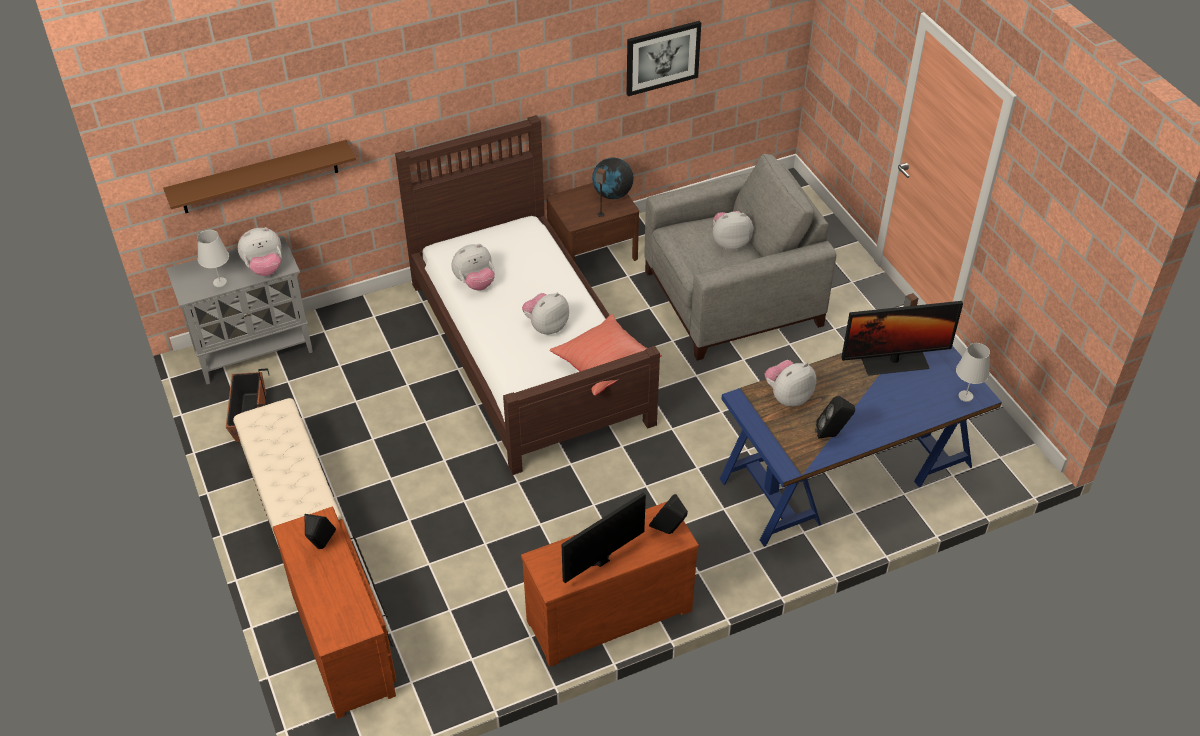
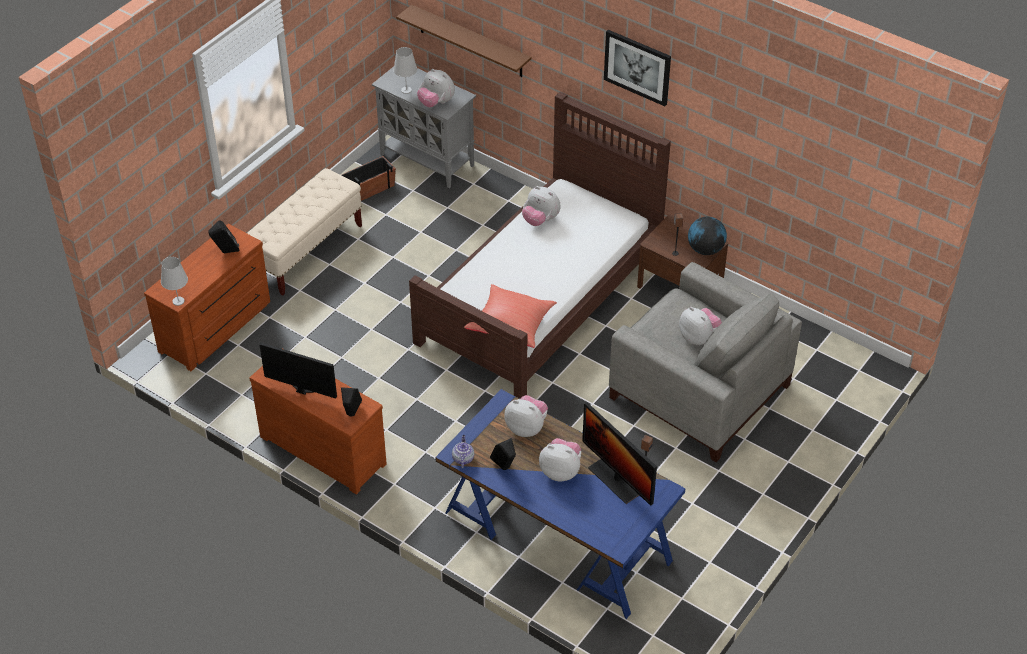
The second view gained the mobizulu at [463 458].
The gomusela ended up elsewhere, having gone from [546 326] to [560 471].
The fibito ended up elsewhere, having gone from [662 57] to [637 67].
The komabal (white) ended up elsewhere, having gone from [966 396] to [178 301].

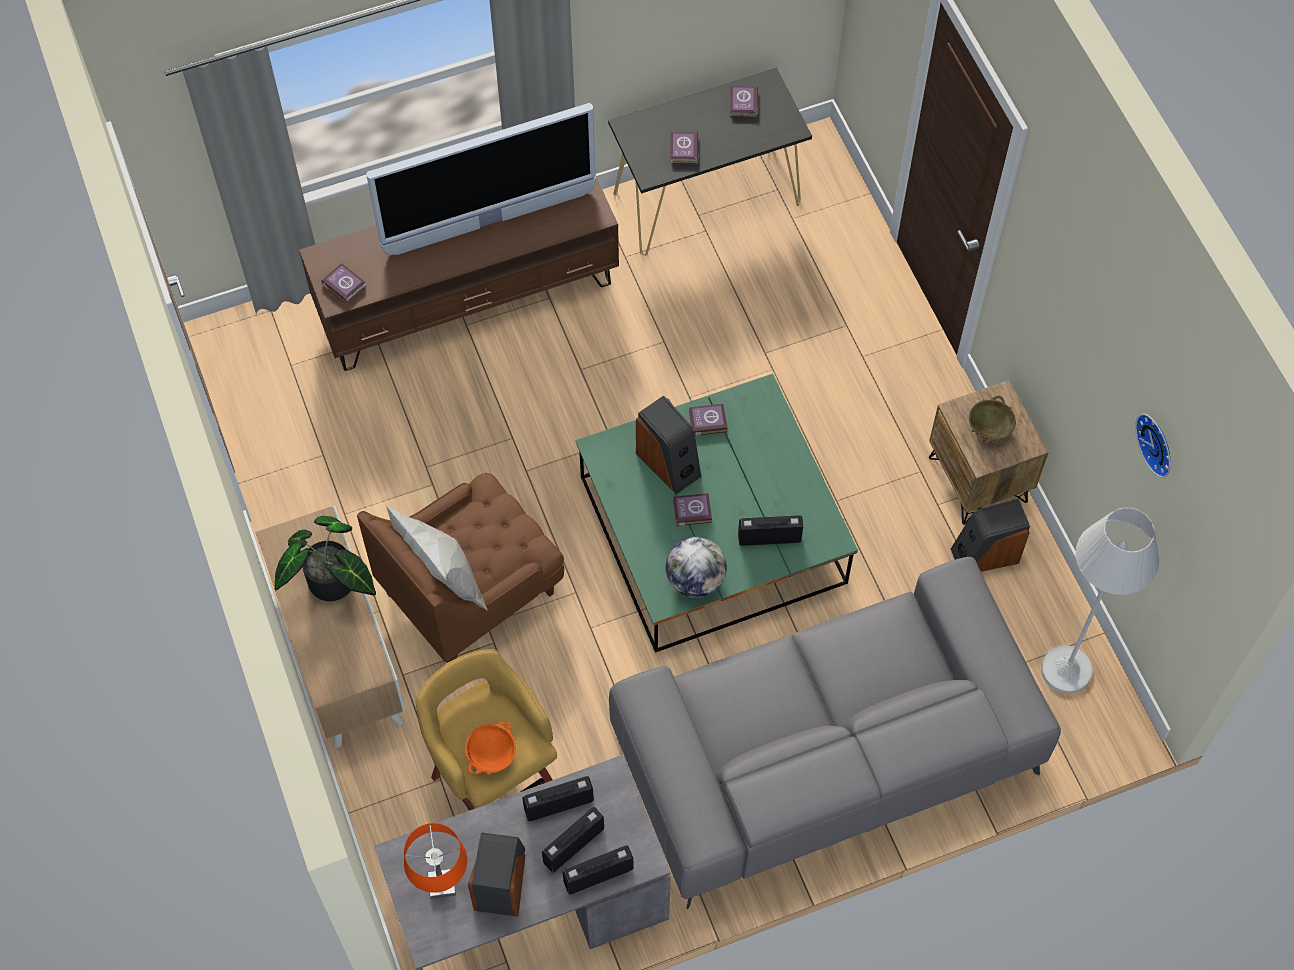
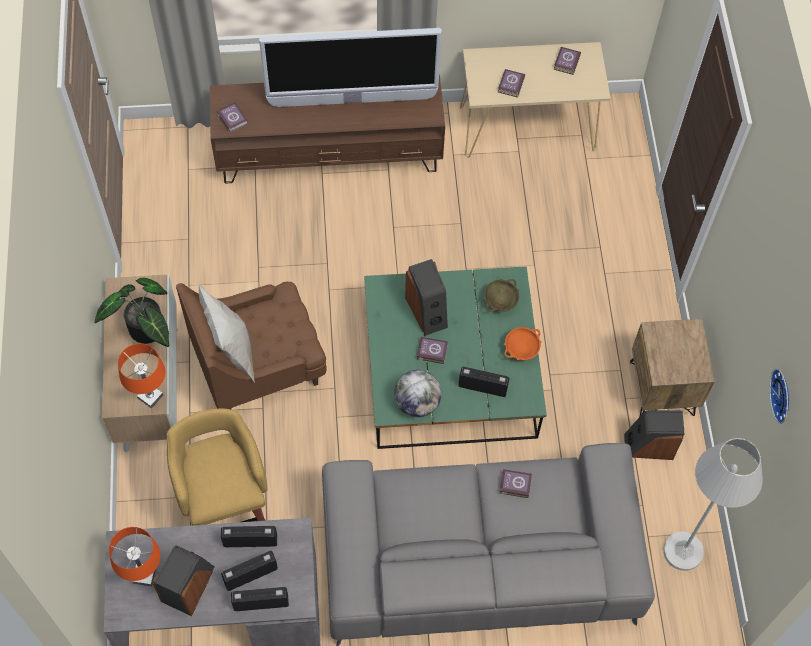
The second view gained the komabal (orange) at [150 397].
The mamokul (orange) ended up elsewhere, having gone from [491 755] to [521 350].
The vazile ended up elsewhere, having gone from [706 421] to [514 484].
The mamokul (beige) ended up elsewhere, having gone from [989 429] to [500 302].
What was the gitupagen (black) at [707 198] turned into the gitupagen (beige) at [527 128].

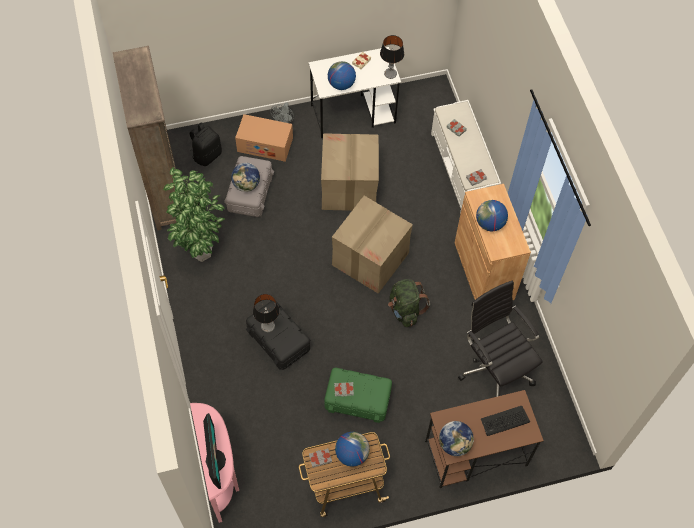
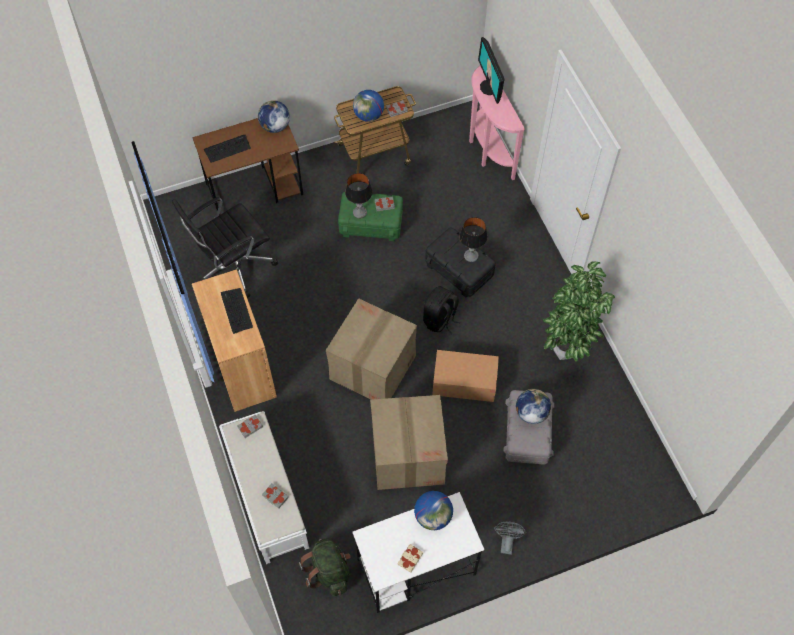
The second view lost the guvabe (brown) at [165 194].
The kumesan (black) ended up elsewhere, having gone from [207 155] to [440 320].
The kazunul ended up elsewhere, having gone from [265 144] to [464 382].
The komabal ended up elsewhere, having gone from [390 73] to [359 212].
The kumesan (green) ended up elsewhere, having gone from [405 310] to [329 571].
Where the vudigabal stood at [489 223], the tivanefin came to stand at [236 310].
The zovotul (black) at [495 368] ended up facing another way, 90 degrees clockwise from before.

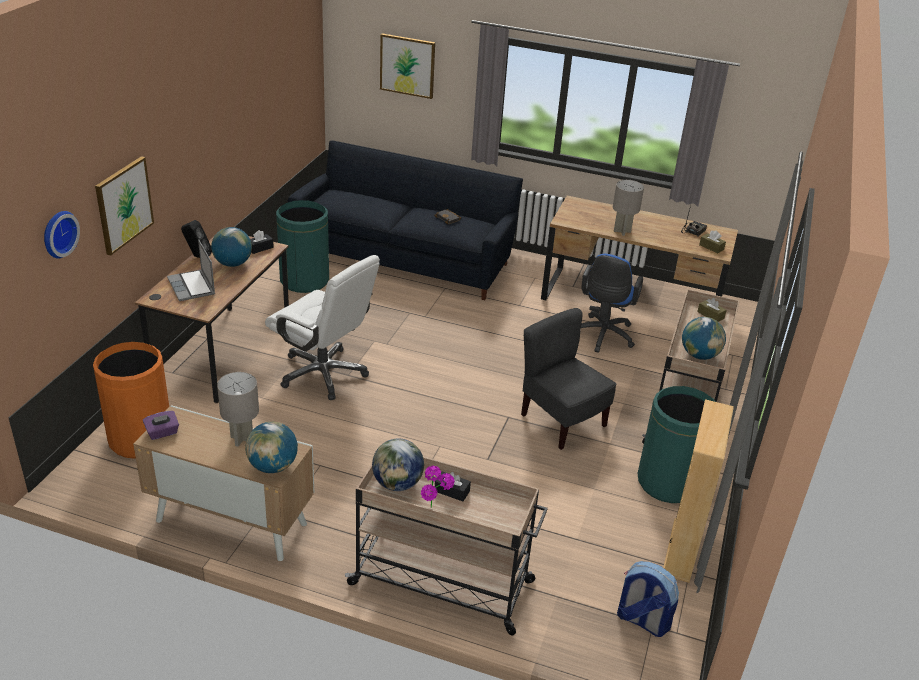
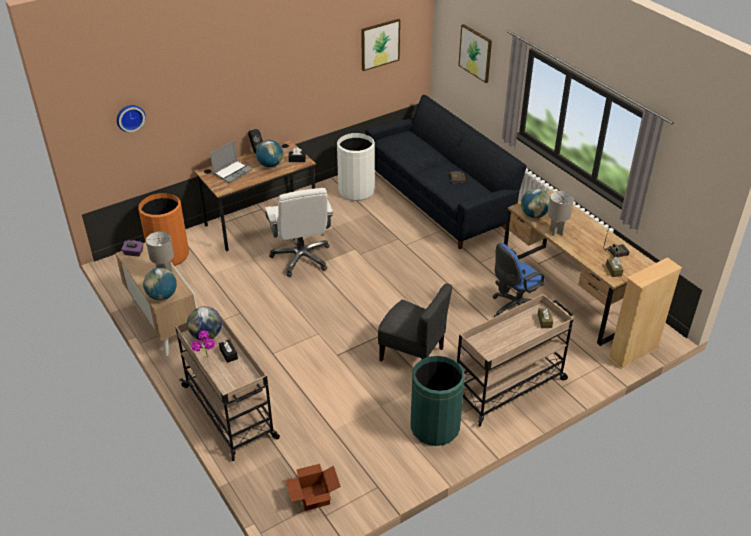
The fibito ended up elsewhere, having gone from [124 205] to [380 44].
The guvabe (beige) ended up elsewhere, having gone from [681 550] to [633 353].
The vudigabal ended up elsewhere, having gone from [699 355] to [534 215].
Where the kumesan stood at [641 620], the kazunul came to stand at [313 496].
What was the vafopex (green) at [304 280] turned into the vafopex (white) at [356 191].
The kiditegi at [192 287] ended up facing another way, 150 degrees counterclockwise from before.
The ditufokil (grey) at [561 421] ended up facing another way, 120 degrees clockwise from before.

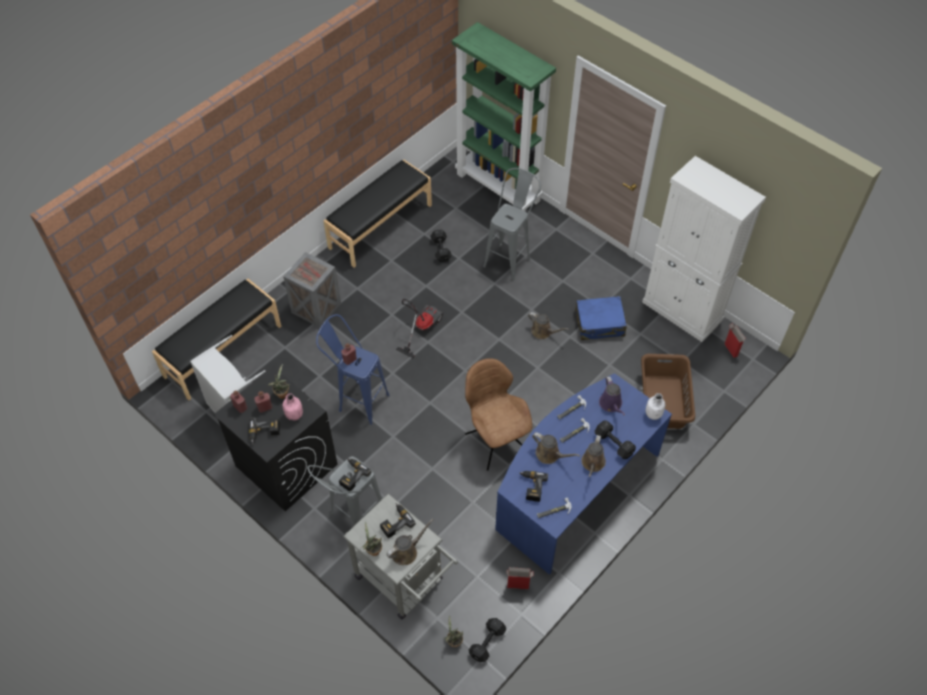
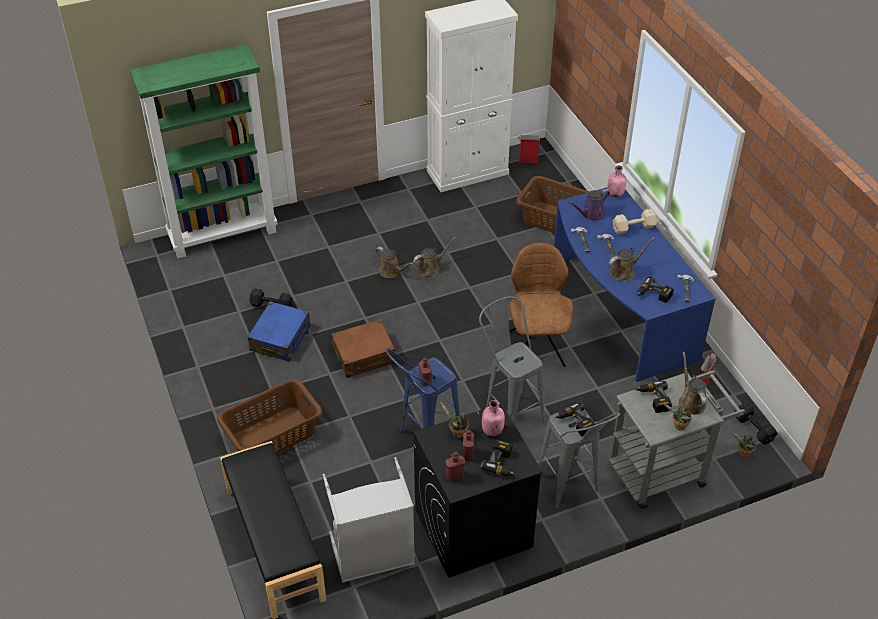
The second view lost the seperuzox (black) at [380 226].
The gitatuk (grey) ended up elsewhere, having gone from [510 258] to [508 412].
The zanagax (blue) ended up elsewhere, having gone from [600 323] to [280 338].
The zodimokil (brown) ended up elsewhere, having gone from [592 463] to [391 271].
Where the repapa stood at [316 307], the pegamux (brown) came to stand at [272 435].
Where the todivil stood at [421 328], the zanagax (brown) came to stand at [364 356].
What was the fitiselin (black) at [614 444] turned into the fitiselin (beige) at [634 228].
What was the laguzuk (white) at [653 414] turned into the laguzuk (pink) at [615 193].
The ditufokil (brown) at [495 440] ended up facing another way, 90 degrees clockwise from before.
The zodimokil (purple) at [611 404] ended up facing another way, 135 degrees clockwise from before.

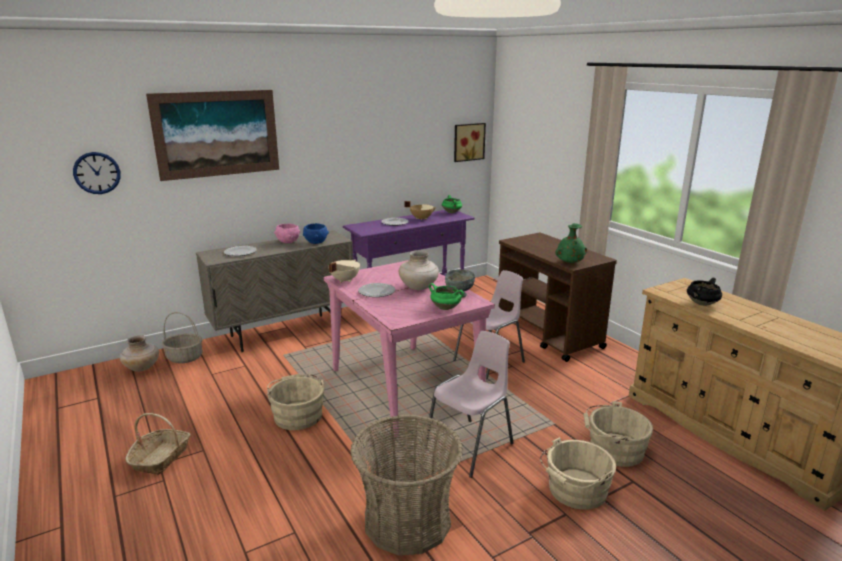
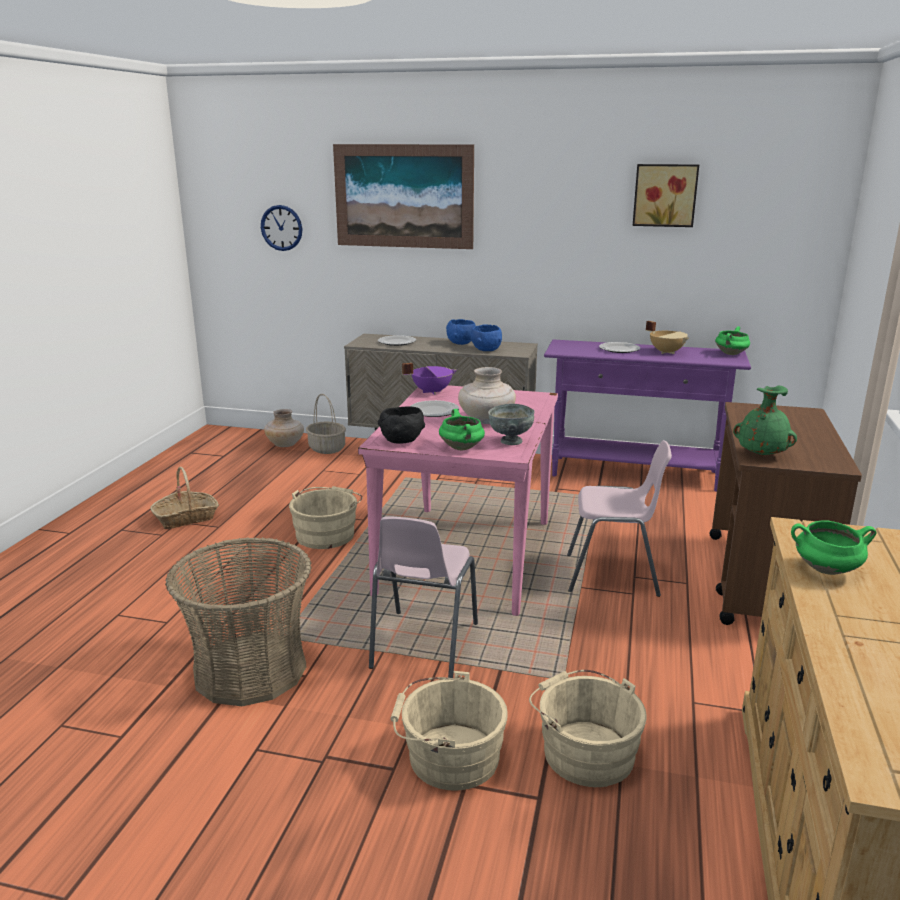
The second view gained the mamokul (black) at [402 441].
The fibito ended up elsewhere, having gone from [468 142] to [665 195].
What was the mamokul (pink) at [288 242] turned into the mamokul (blue) at [461 343].
What was the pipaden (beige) at [344 280] turned into the pipaden (purple) at [431 391].
What was the pipaden (black) at [702 304] turned into the pipaden (green) at [826 570].
The ditufokil (pink) at [470 447] ended up facing another way, 105 degrees clockwise from before.

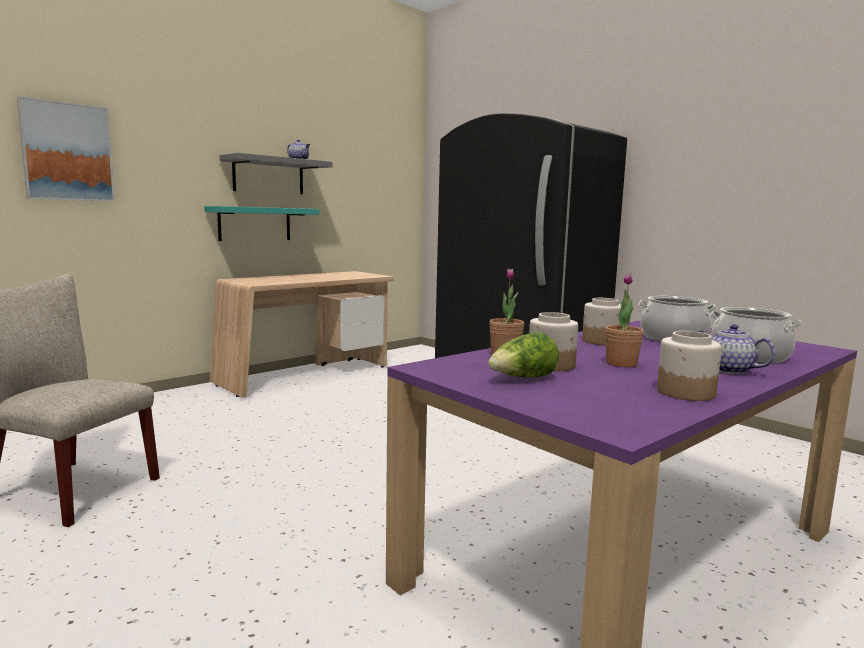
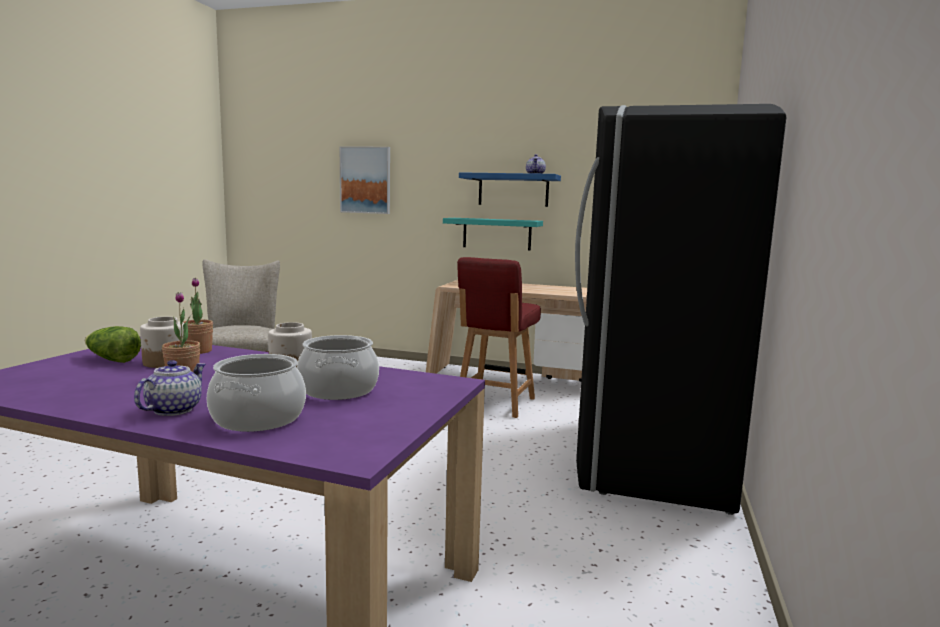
The second view lost the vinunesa at [686 393].
The second view gained the ditufokil (red) at [494 404].
What was the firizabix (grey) at [268 176] turned into the firizabix (blue) at [513 190].

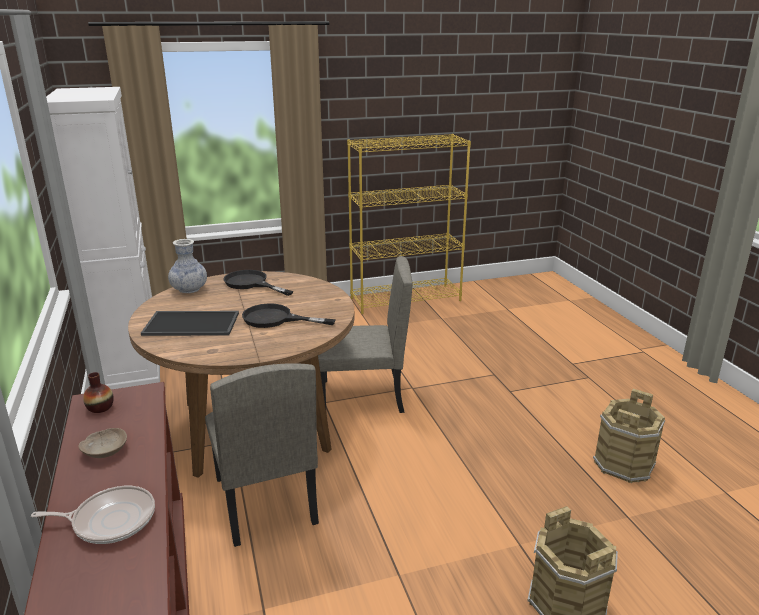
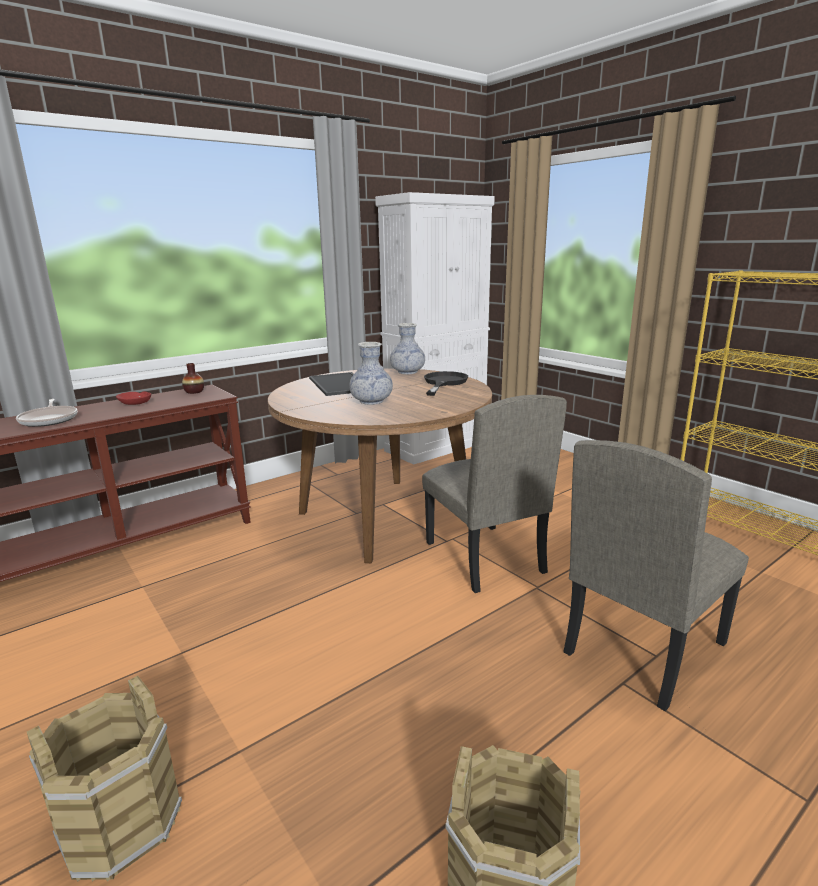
The ditufokil (beige) ended up elsewhere, having gone from [264 500] to [643 647].
Where the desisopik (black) stood at [276 319], the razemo came to stand at [371 401].
What was the mamokul (beige) at [105 451] turned into the mamokul (red) at [135 403].

